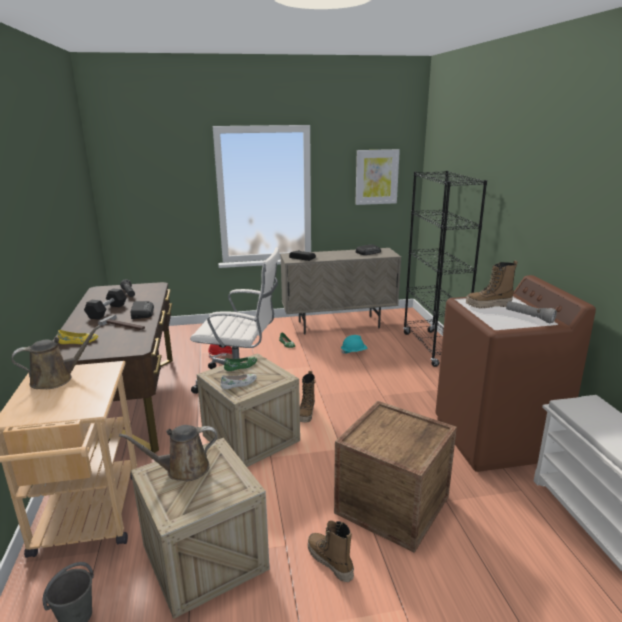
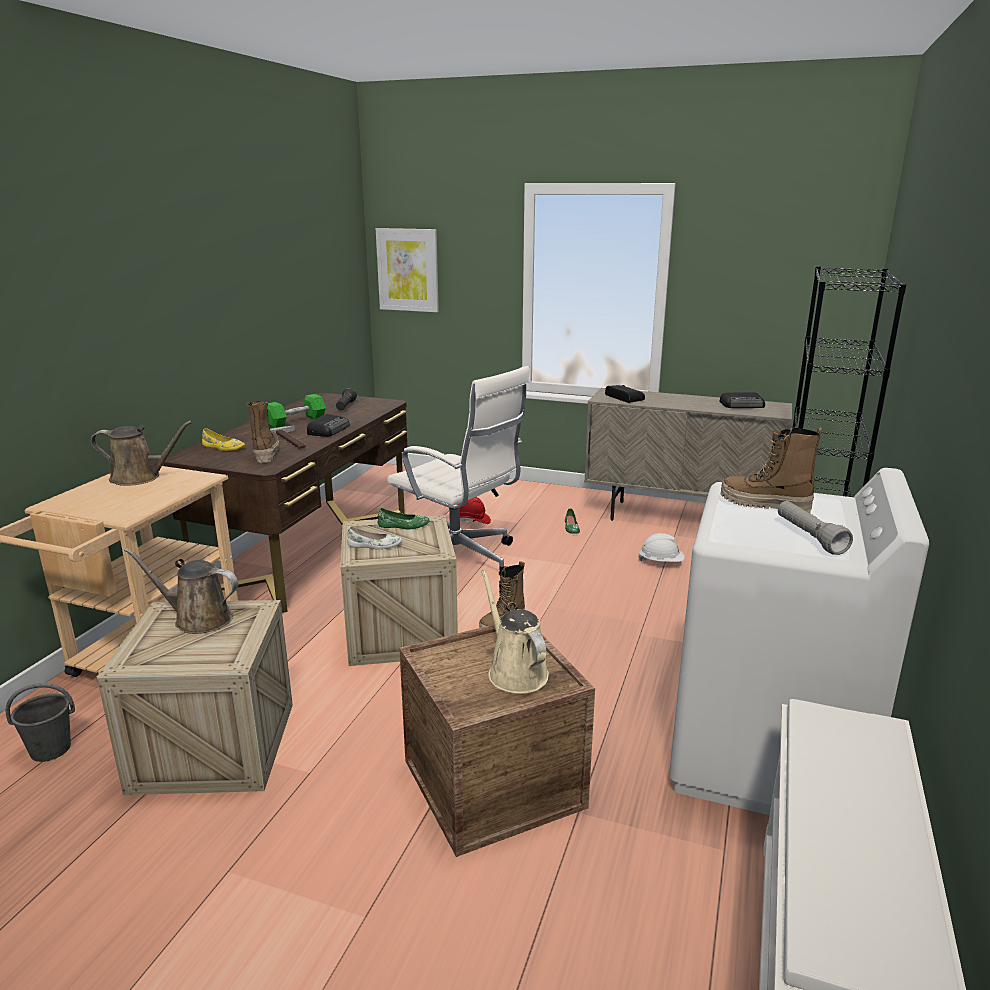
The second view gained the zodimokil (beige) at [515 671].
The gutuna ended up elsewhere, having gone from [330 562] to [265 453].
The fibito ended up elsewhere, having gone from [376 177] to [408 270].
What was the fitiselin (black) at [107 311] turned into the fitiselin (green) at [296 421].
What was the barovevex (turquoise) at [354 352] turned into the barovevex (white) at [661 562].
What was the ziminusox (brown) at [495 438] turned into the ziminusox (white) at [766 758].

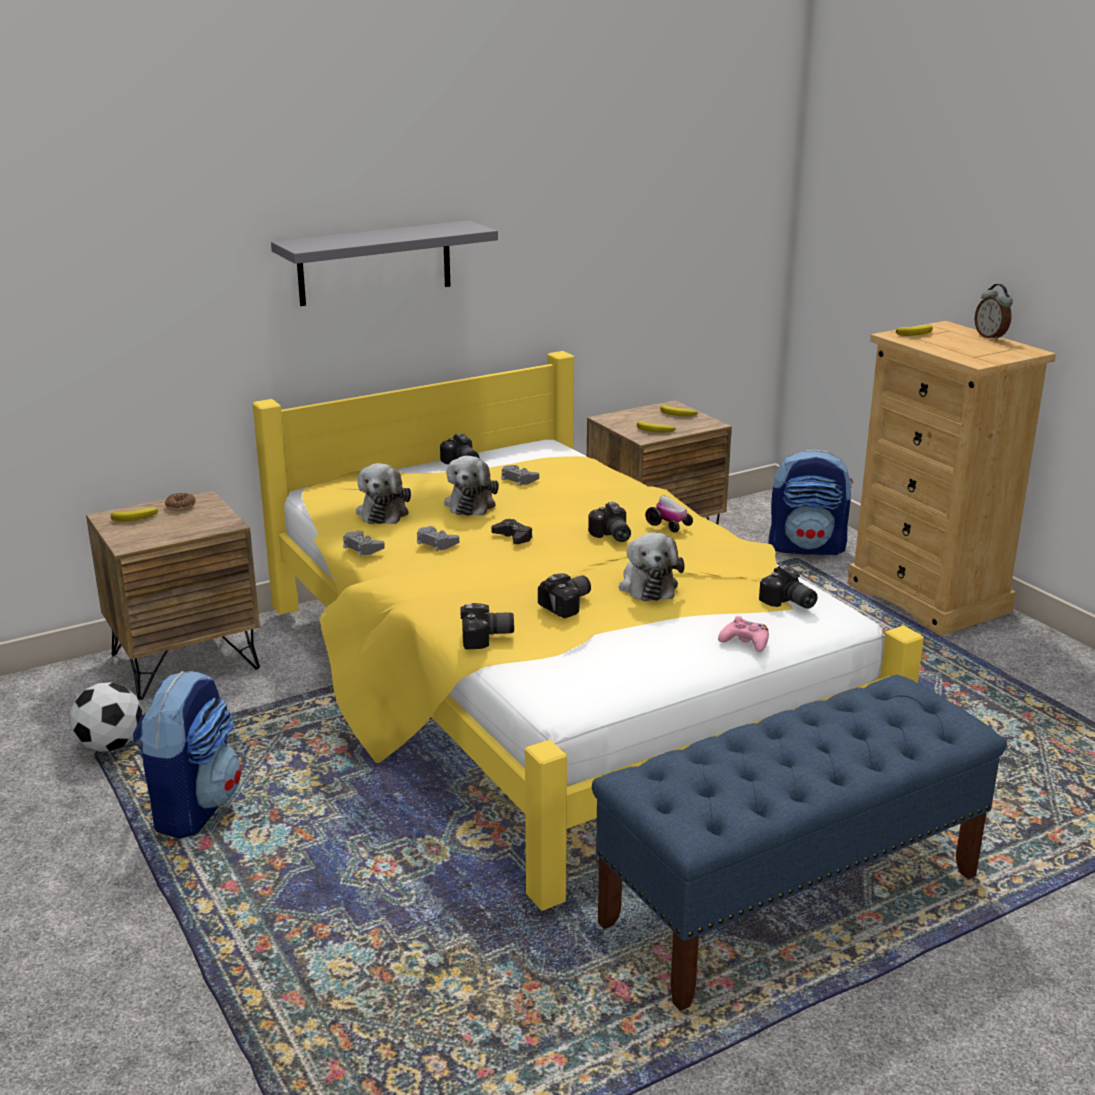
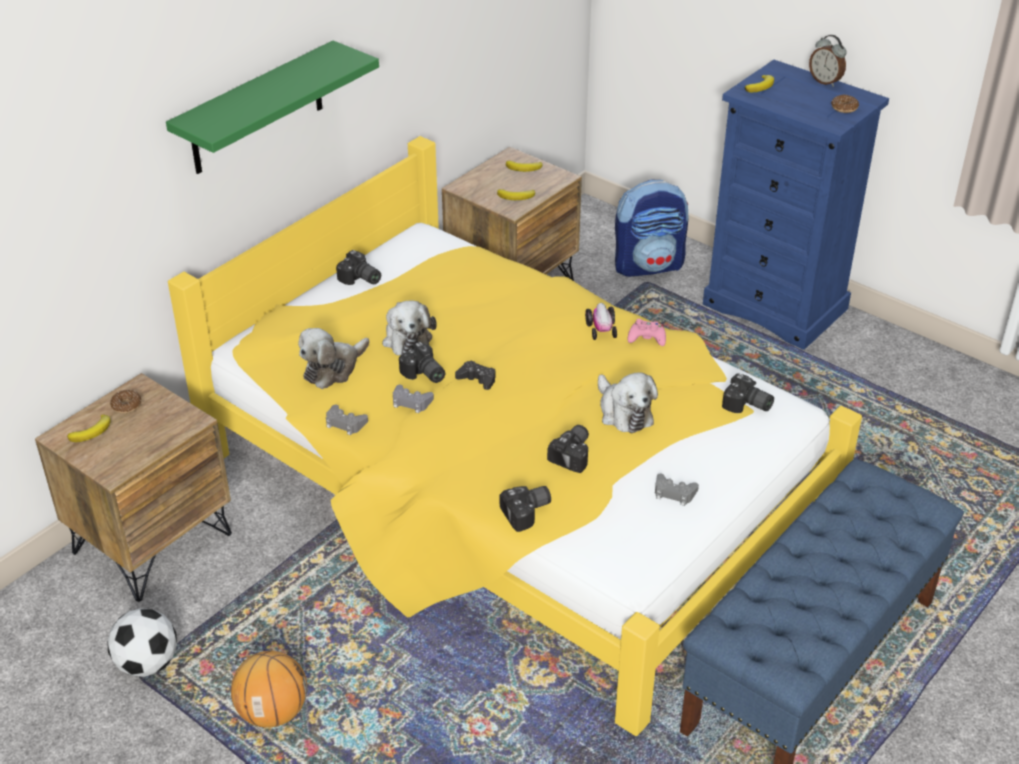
The second view gained the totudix at [844 108].
The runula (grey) ended up elsewhere, having gone from [518 479] to [674 493].
The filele ended up elsewhere, having gone from [611 536] to [423 375].
The runula (pink) ended up elsewhere, having gone from [745 642] to [647 338].
Where the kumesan stood at [193 807], the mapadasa came to stand at [273 712].
What was the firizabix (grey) at [375 263] turned into the firizabix (green) at [257 109].
What was the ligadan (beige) at [929 598] turned into the ligadan (blue) at [776 306].
The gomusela at [383 512] ended up facing another way, 60 degrees clockwise from before.
The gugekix at [669 525] ended up facing another way, 60 degrees clockwise from before.

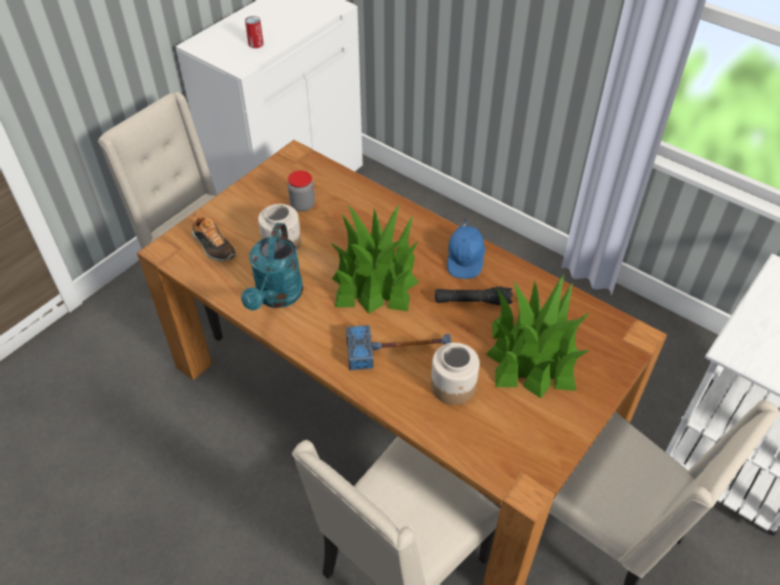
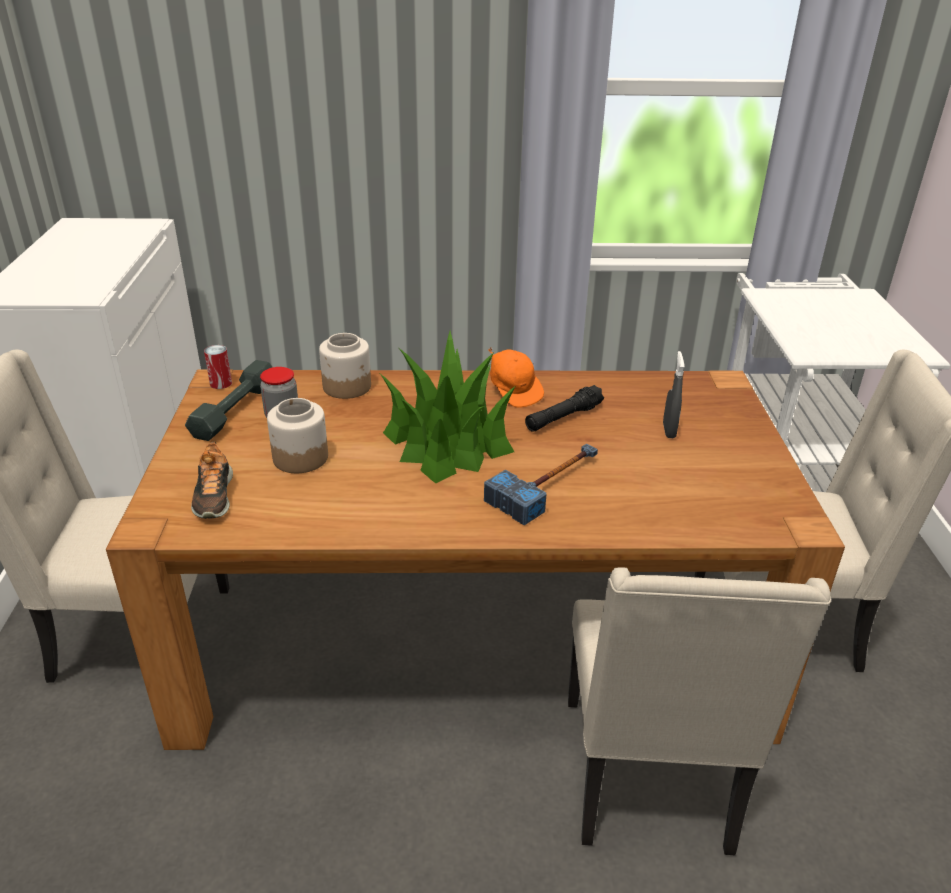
The second view lost the zodimokil (turquoise) at [277 297].
The second view gained the fitiselin (grey) at [234 409].
The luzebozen ended up elsewhere, having gone from [256 44] to [221 383].
The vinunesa ended up elsewhere, having gone from [453 386] to [347 387].
Where the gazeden stood at [533 355], the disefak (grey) came to stand at [669 431].
What was the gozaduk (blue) at [465 260] turned into the gozaduk (orange) at [514 391].
The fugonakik at [213 246] ended up facing another way, 75 degrees clockwise from before.

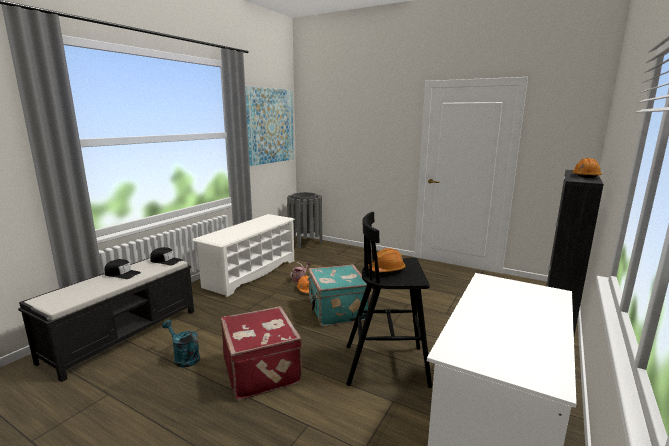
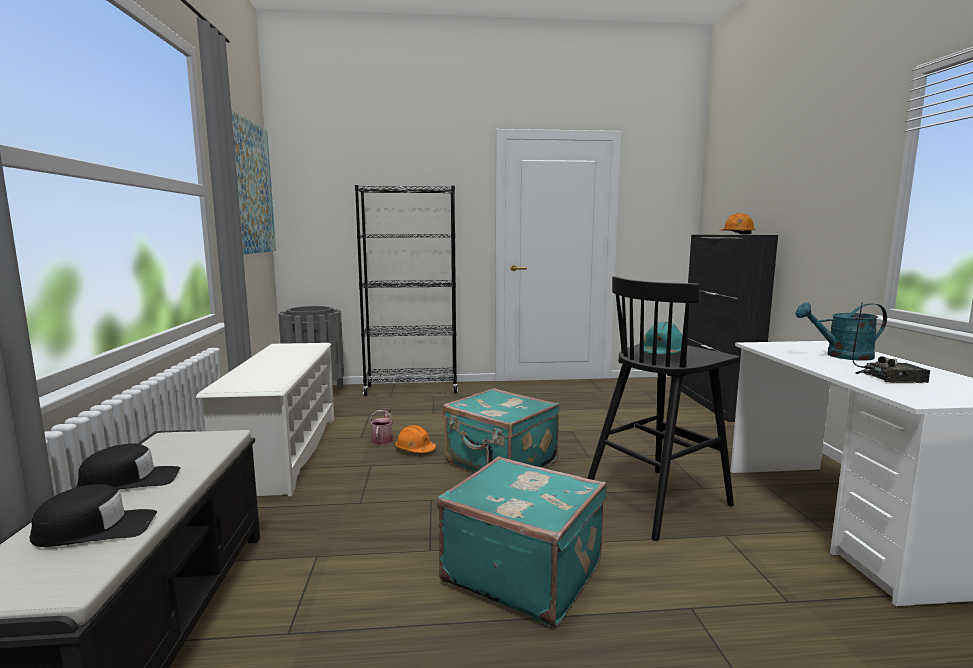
The second view gained the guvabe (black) at [411 390].
The second view gained the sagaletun at [890 378].
The gozaduk (black) ended up elsewhere, having gone from [166 261] to [96 529].
The zodimokil (turquoise) ended up elsewhere, having gone from [184 358] to [841 356].
What was the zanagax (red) at [263 370] turned into the zanagax (turquoise) at [523 571].
What was the barovevex (orange) at [386 270] turned into the barovevex (turquoise) at [662 353].

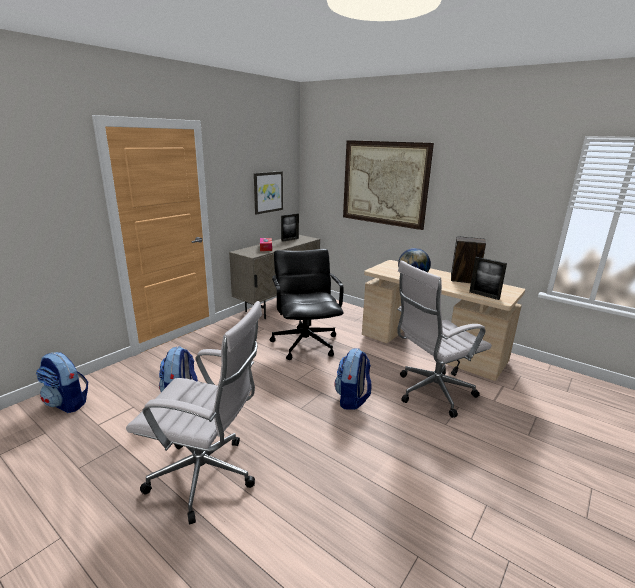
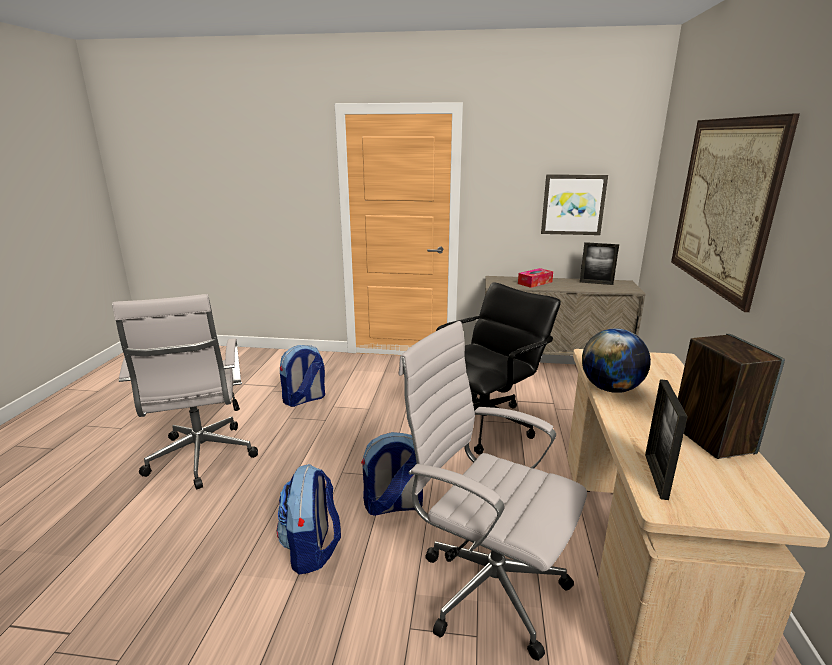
The kumesan ended up elsewhere, having gone from [67 403] to [312 549].

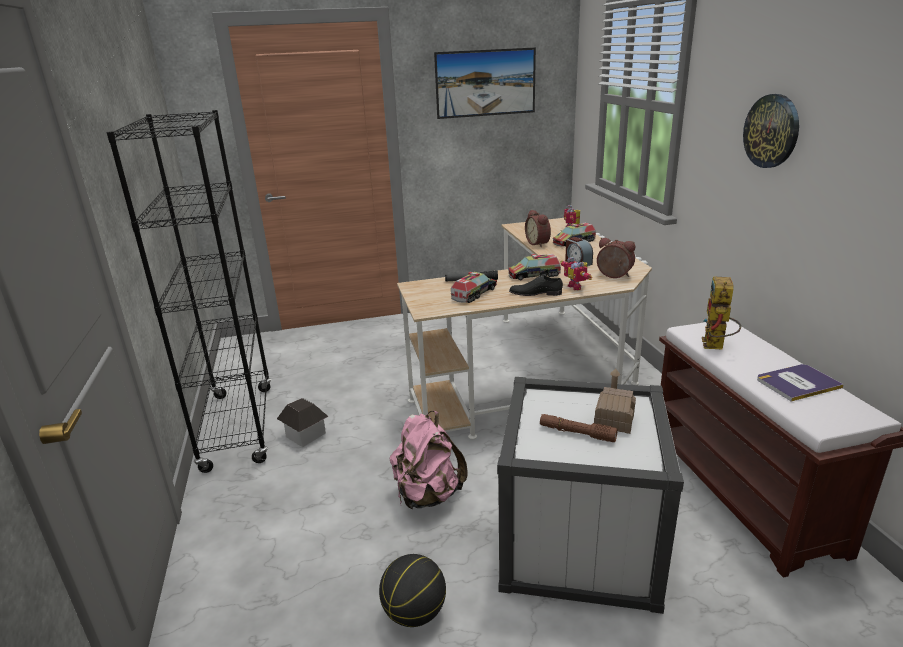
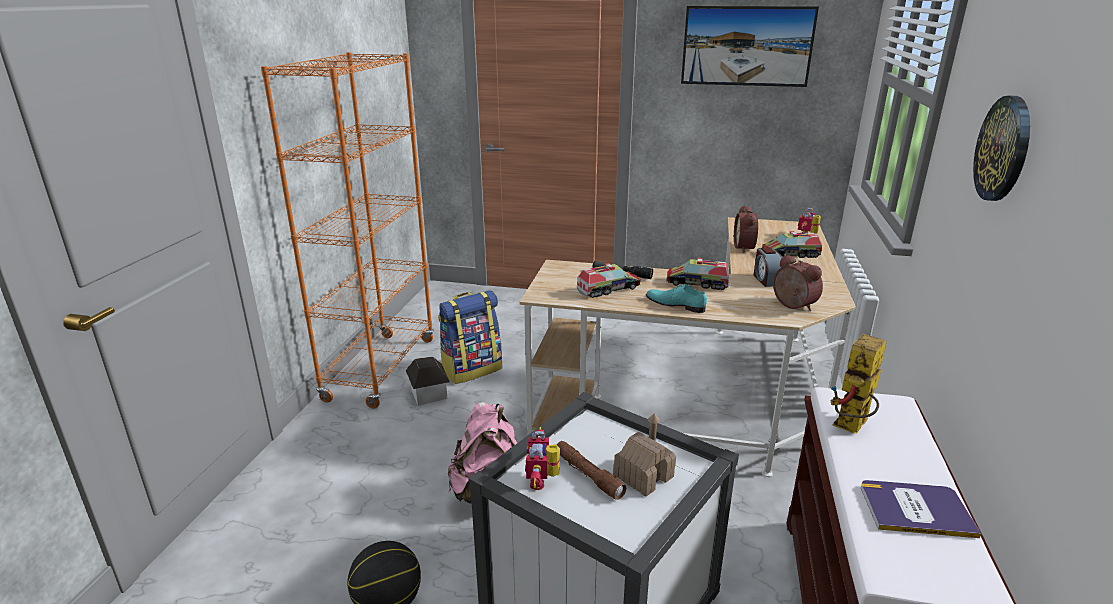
The second view gained the kumesan at [472 369].
The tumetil ended up elsewhere, having gone from [577 286] to [543 481].
What was the guvabe (black) at [238 427] turned into the guvabe (orange) at [381 369].
What was the fugonakik (black) at [535 293] turned into the fugonakik (turquoise) at [675 304].

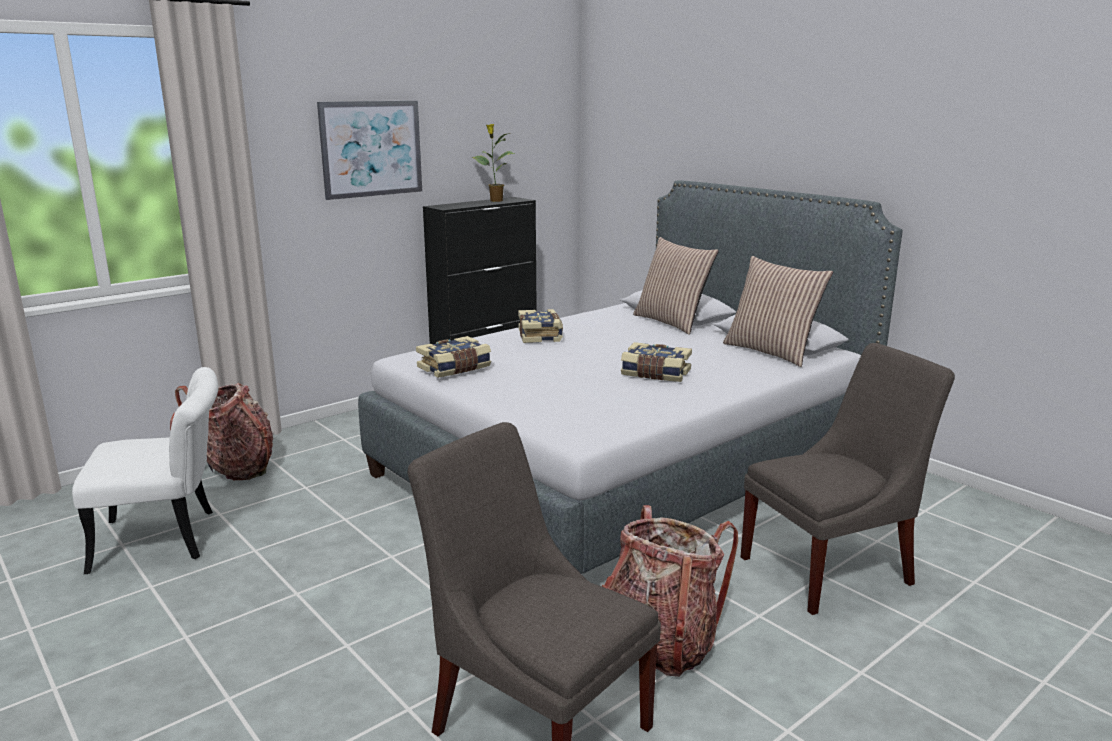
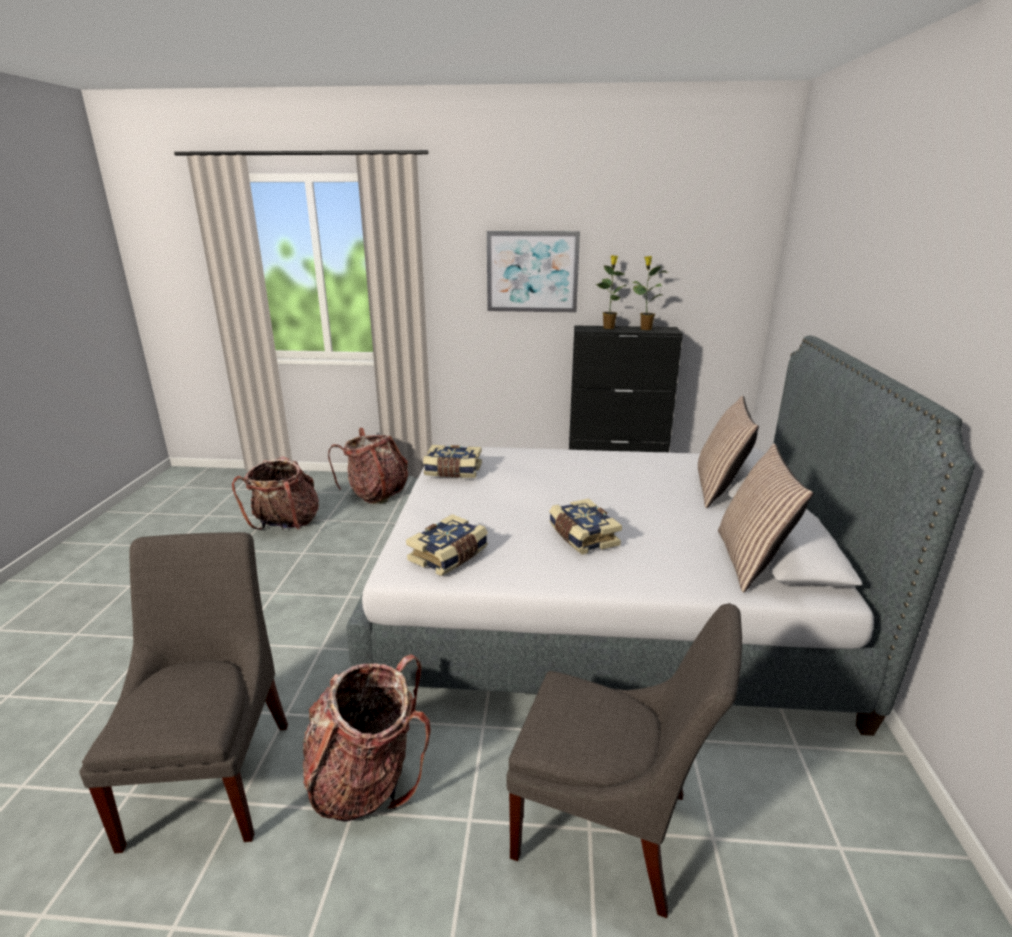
The second view gained the gazeden at [609 327].
The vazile ended up elsewhere, having gone from [541 336] to [449 556].
Where the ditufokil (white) stood at [169 538], the kumesan came to stand at [286 524].

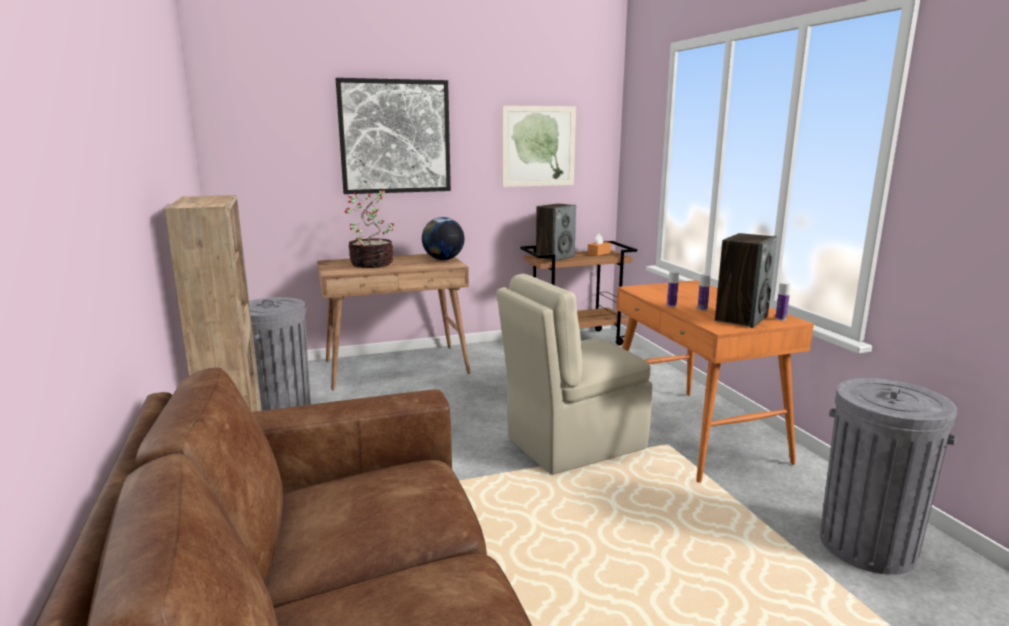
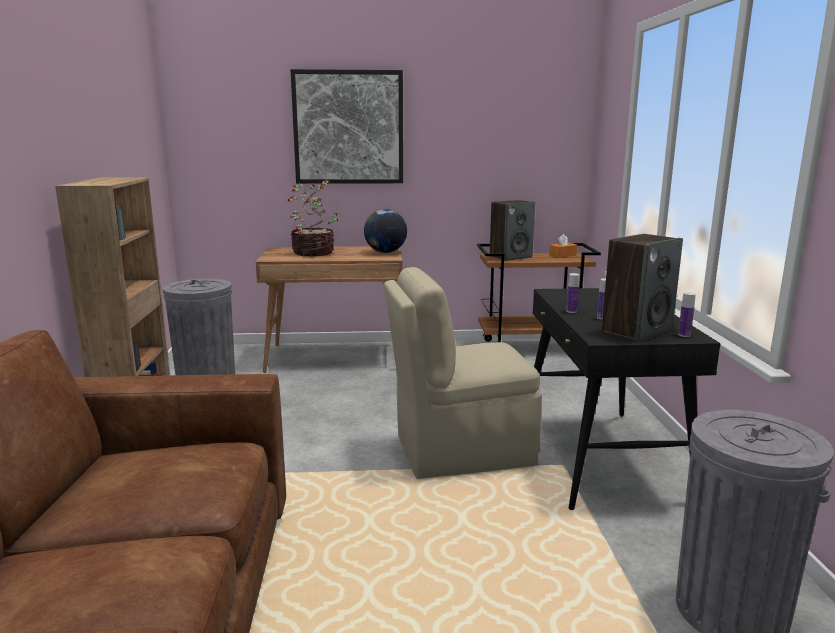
The second view lost the fibito at [539 146].
What was the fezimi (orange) at [694 433] turned into the fezimi (black) at [601 457].

